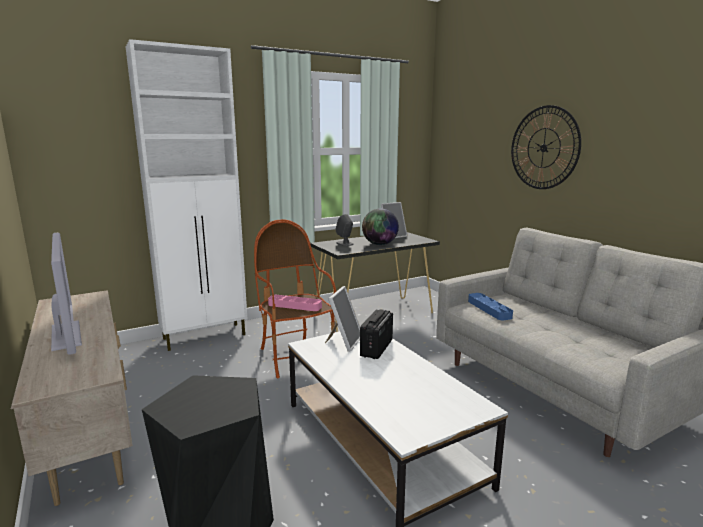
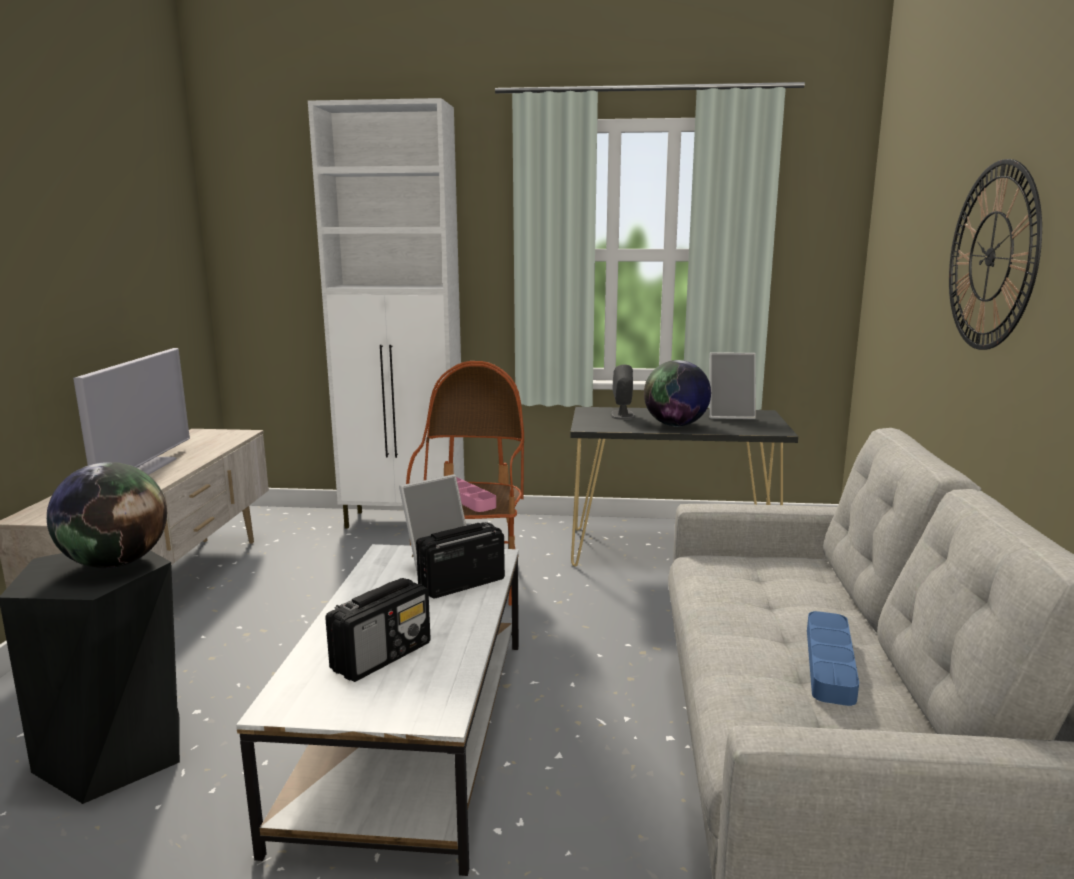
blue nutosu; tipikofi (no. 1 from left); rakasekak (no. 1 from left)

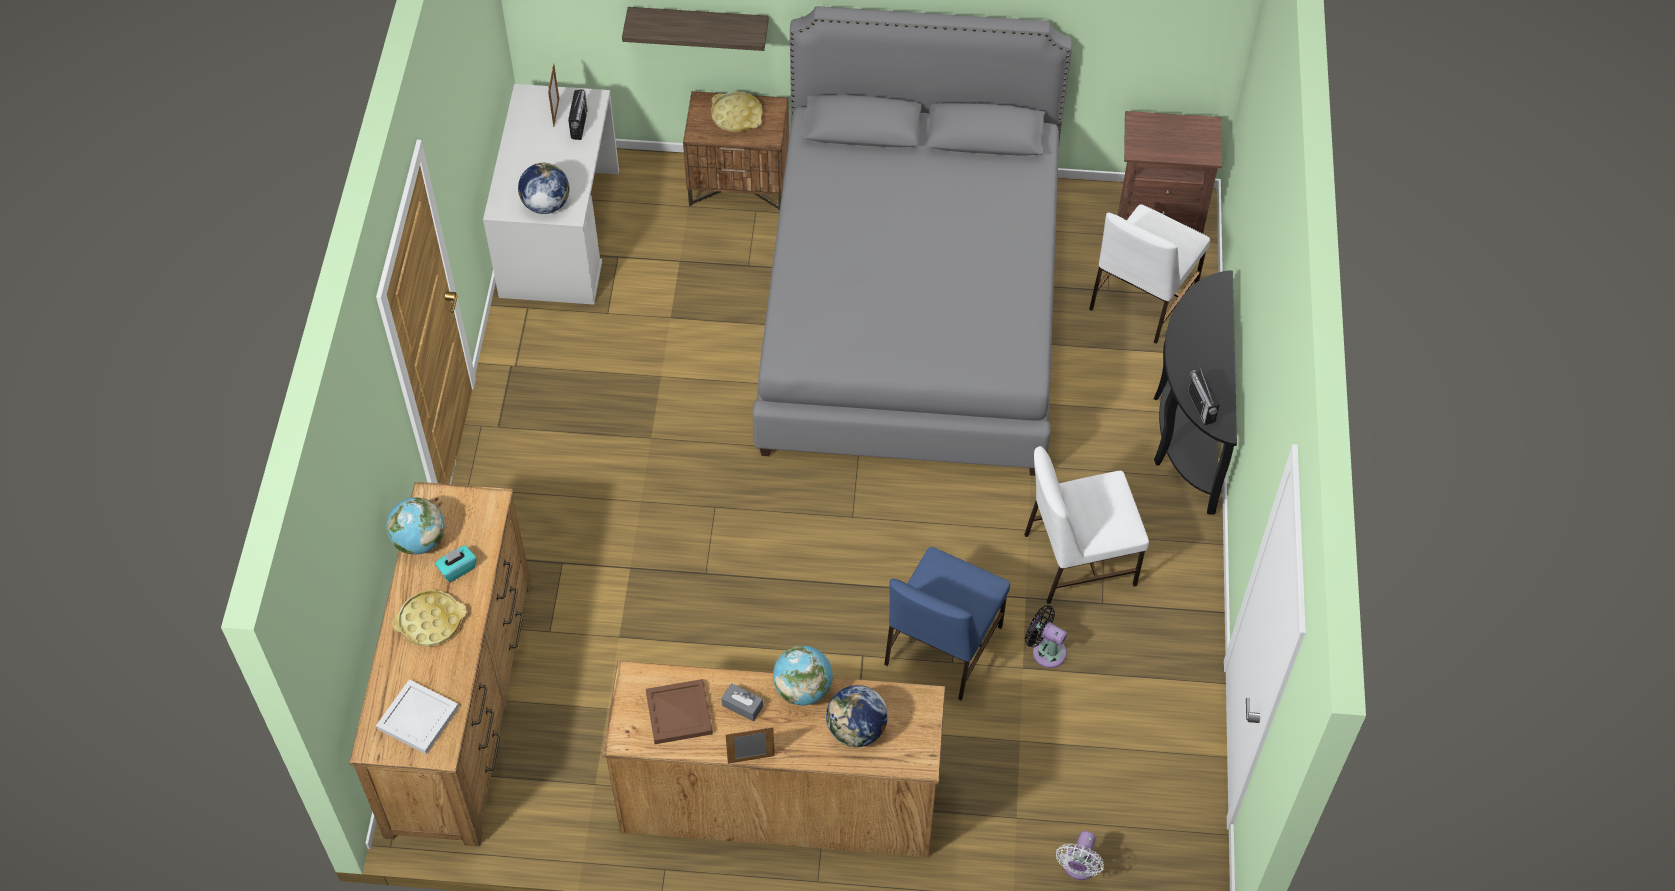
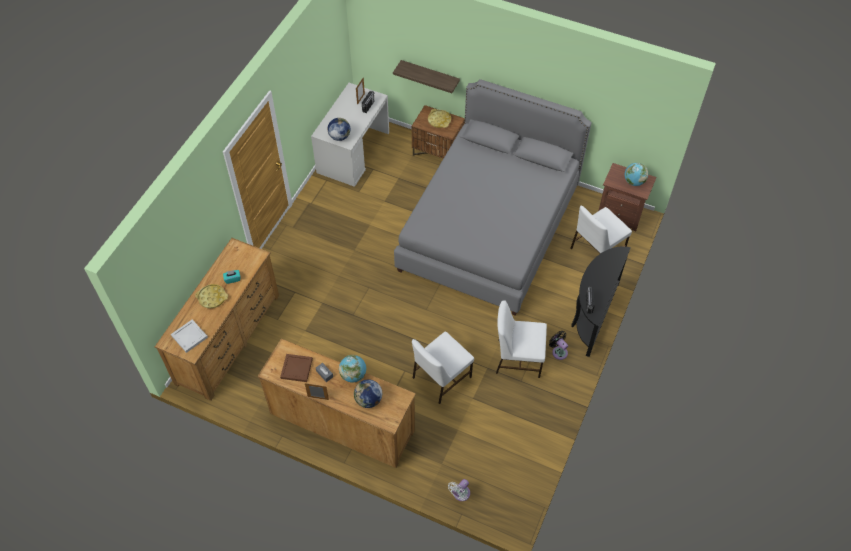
tipikofi (no. 4 from left); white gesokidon (no. 1 from left); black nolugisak

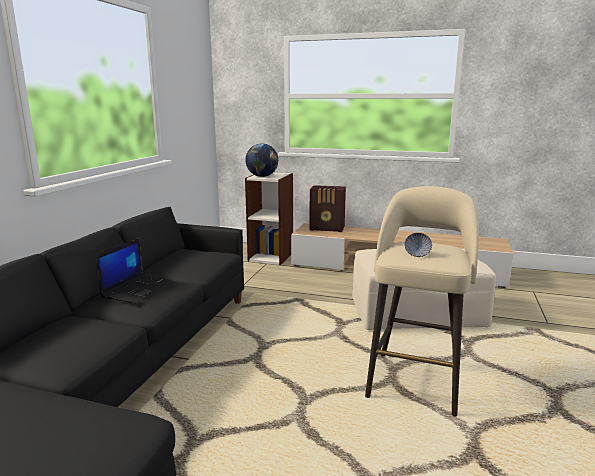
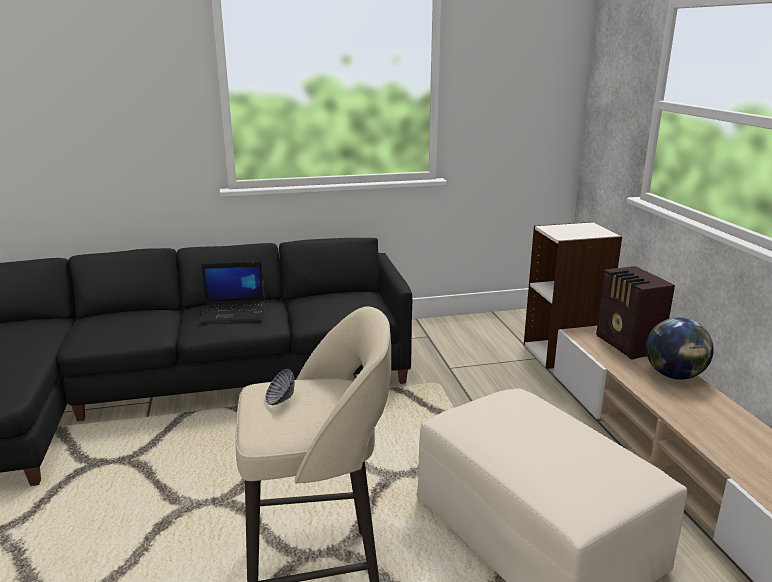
tipikofi

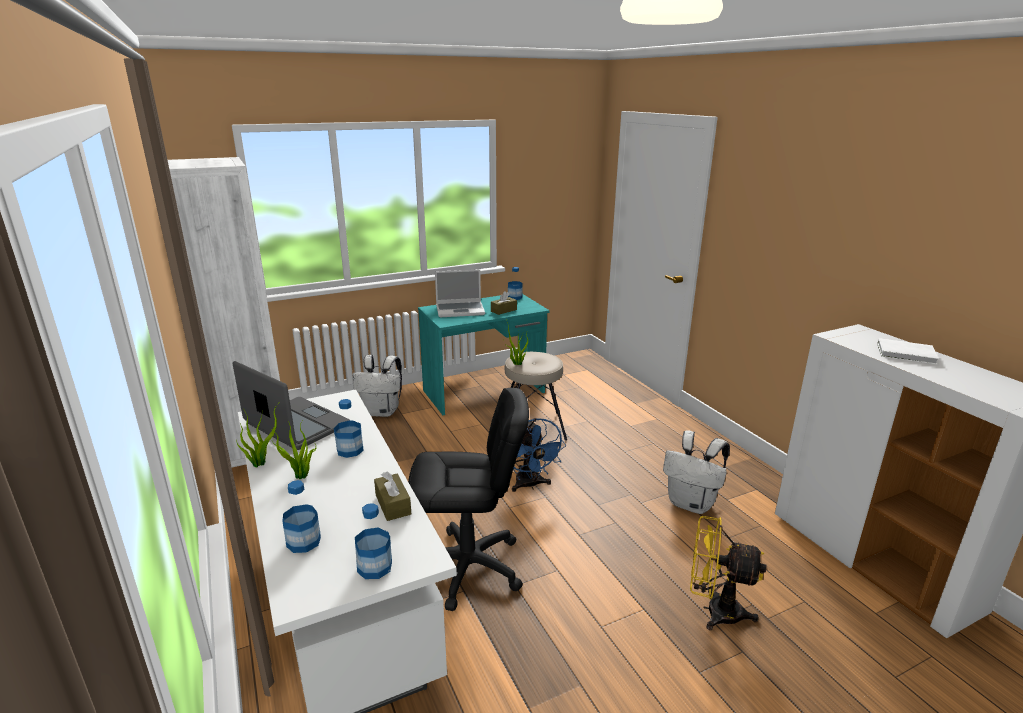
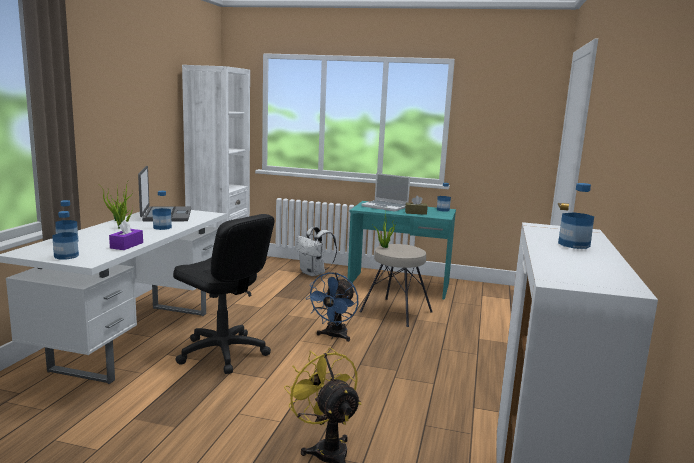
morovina (no. 5 from left); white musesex (no. 2 from left in the first image); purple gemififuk

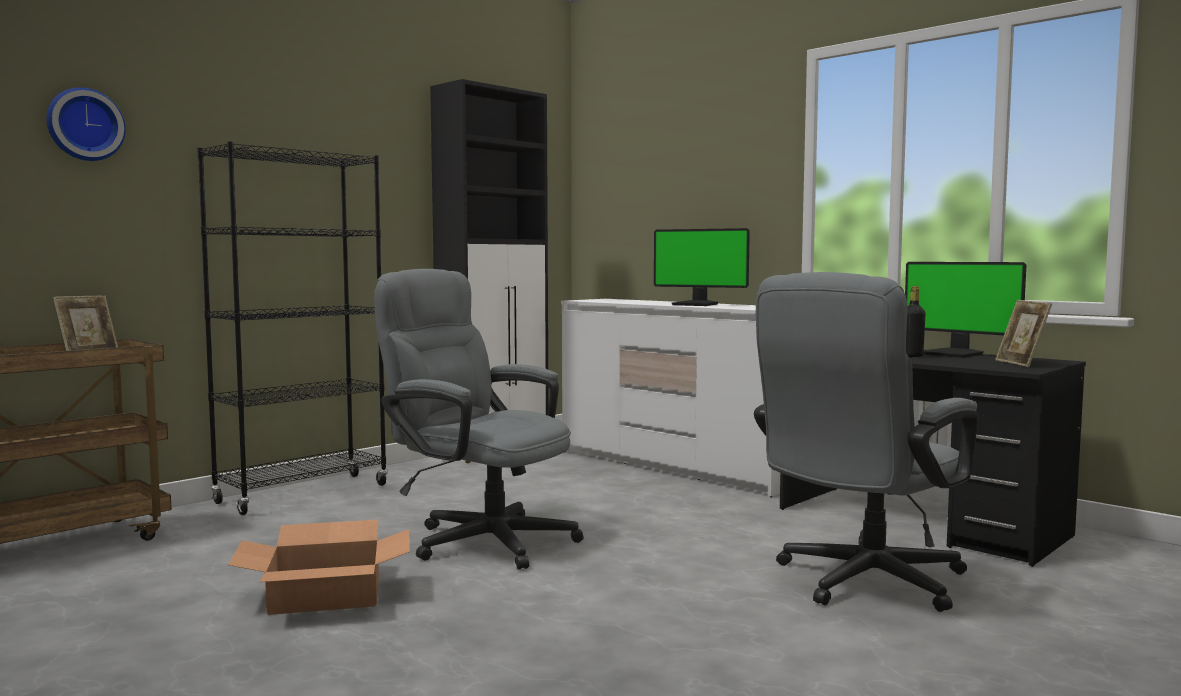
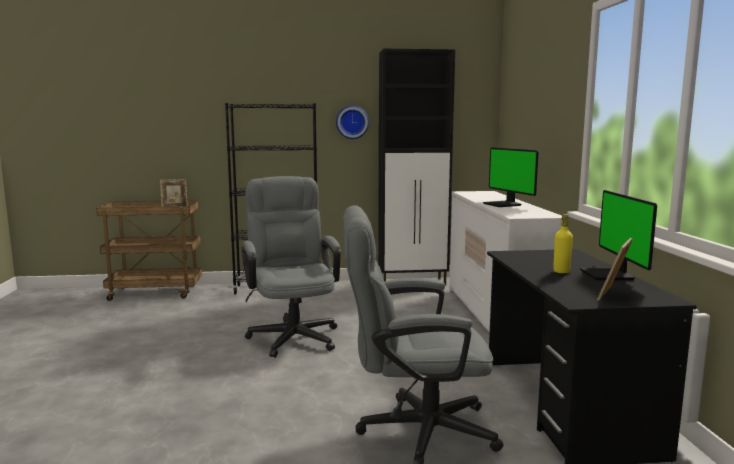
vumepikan; yellow morovina; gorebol

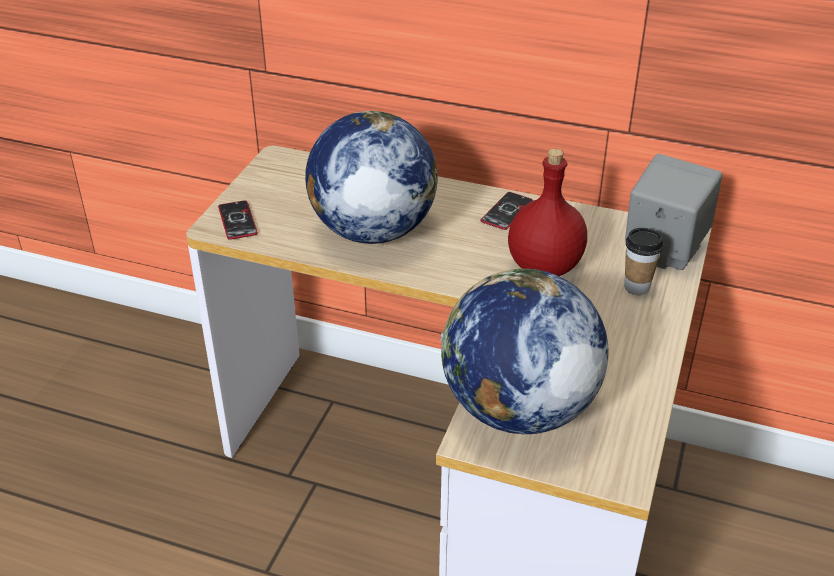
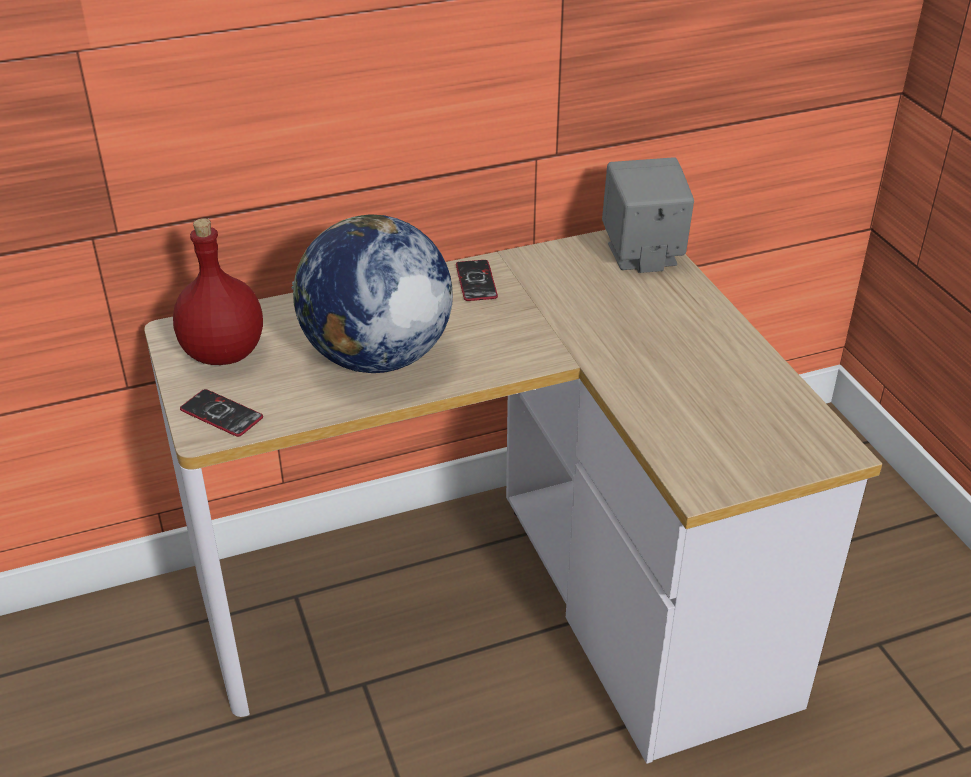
red morovina; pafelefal; tipikofi (no. 2 from left in the first image)

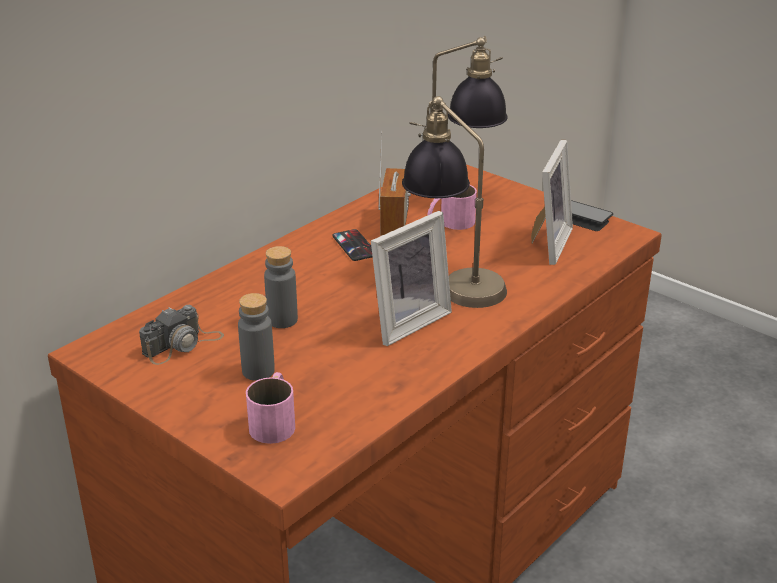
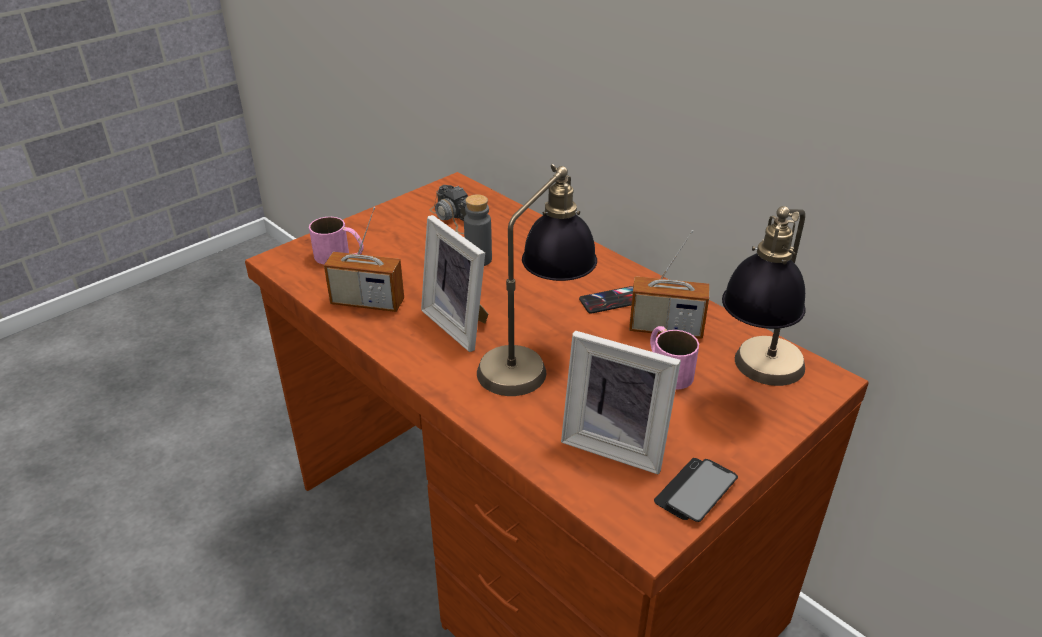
grey morovina (no. 1 from left in the first image); rakasekak (no. 1 from left)

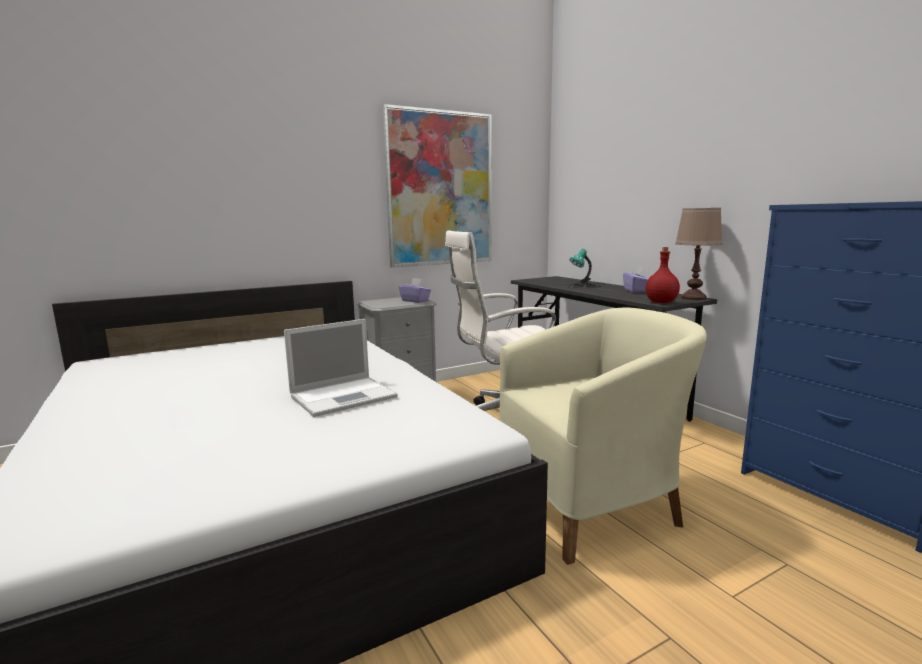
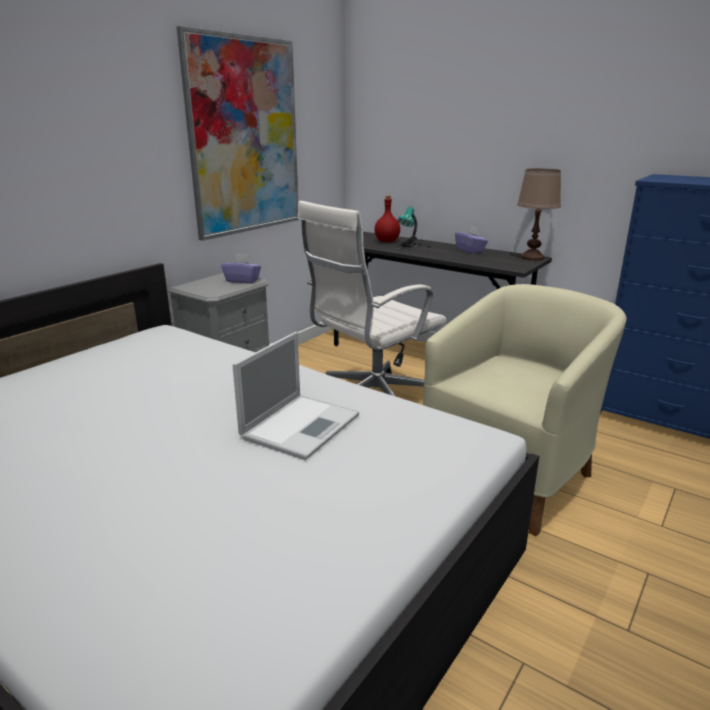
red morovina

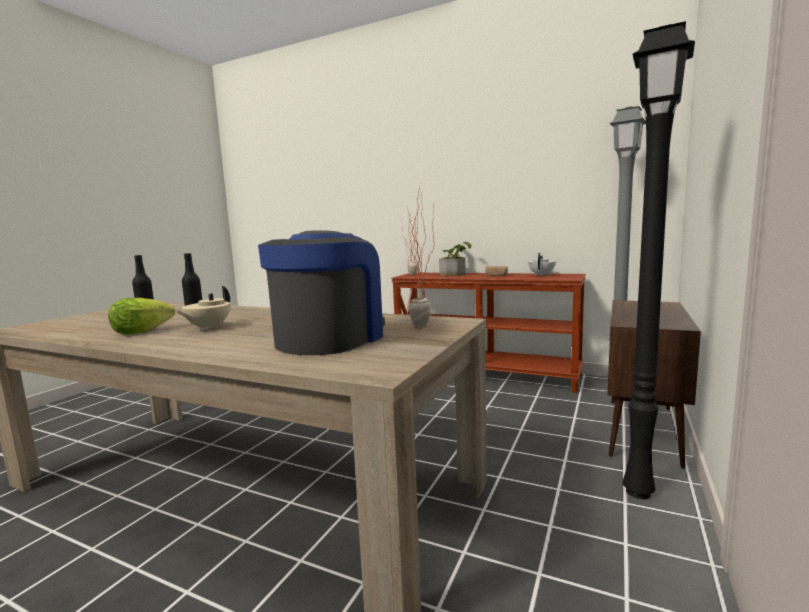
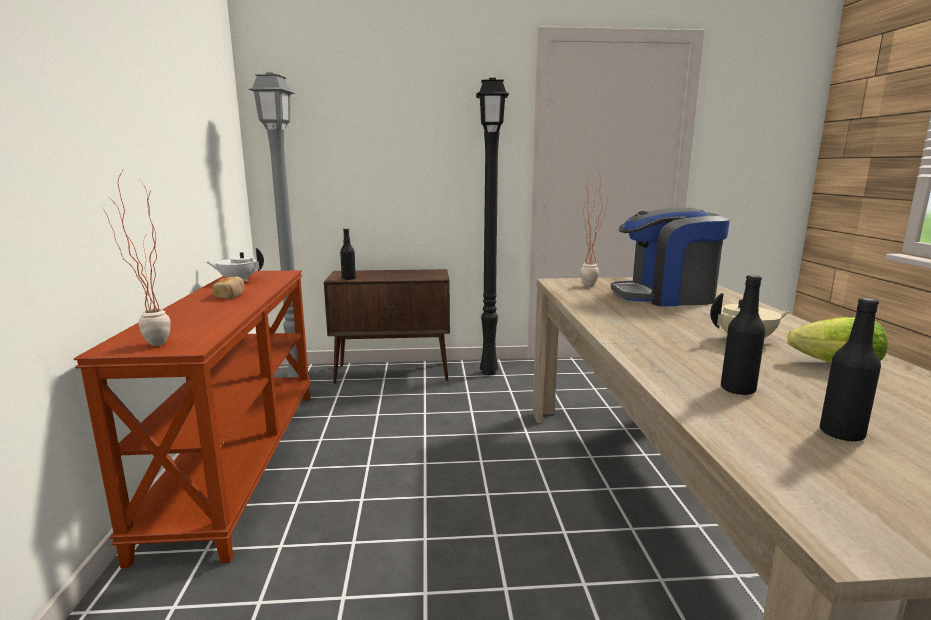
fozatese (no. 3 from left in the first image); black morovina (no. 1 from left)

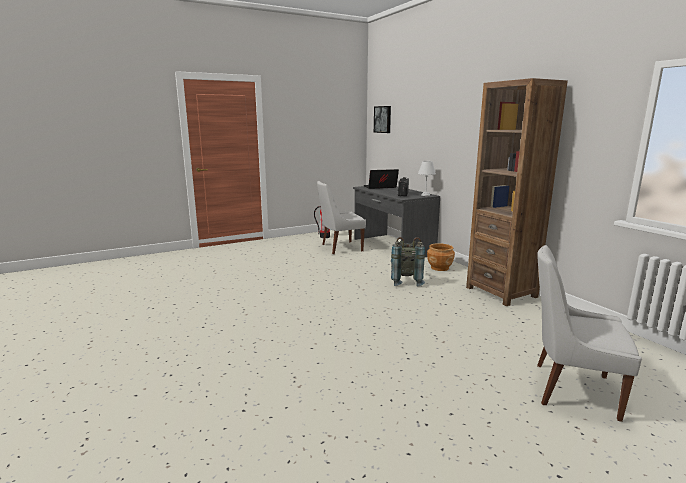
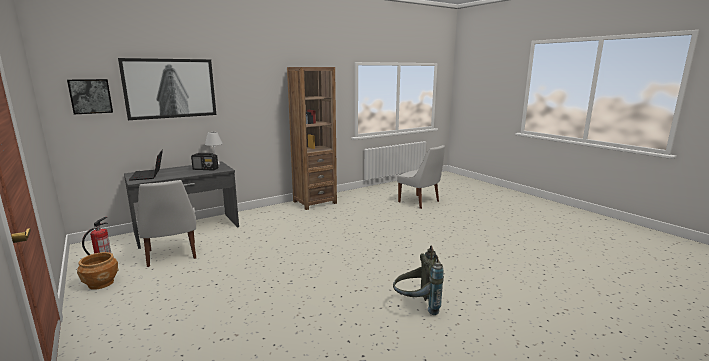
grey musesex; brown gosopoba; white gesokidon (no. 2 from left); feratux (no. 2 from left)

